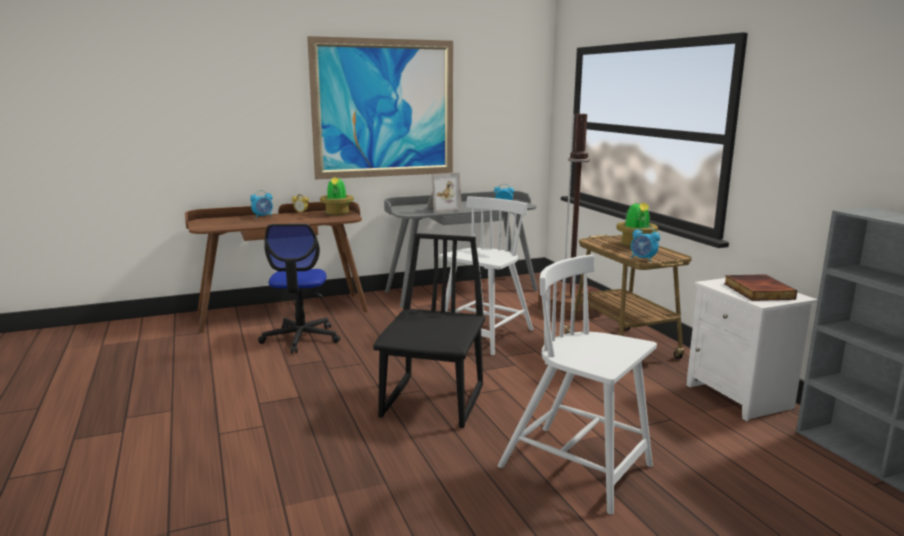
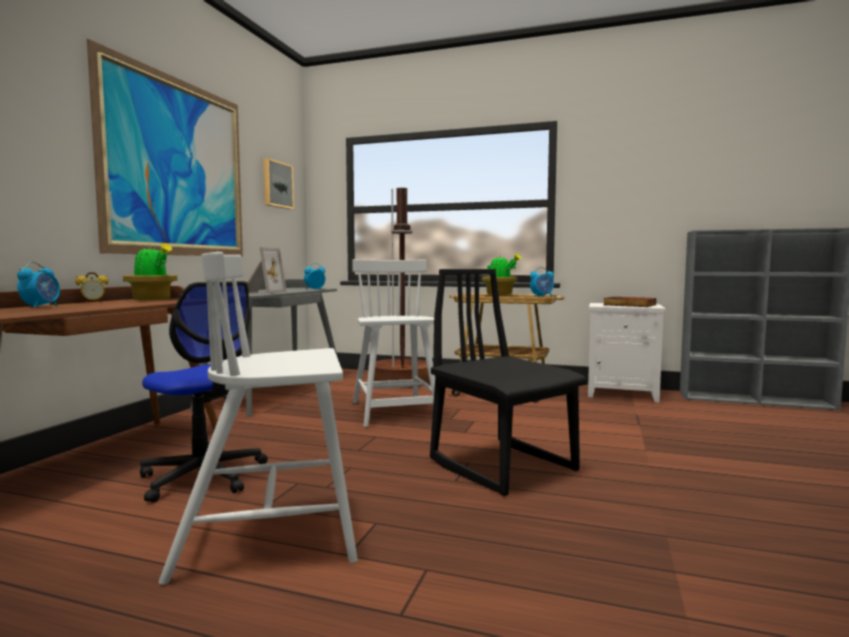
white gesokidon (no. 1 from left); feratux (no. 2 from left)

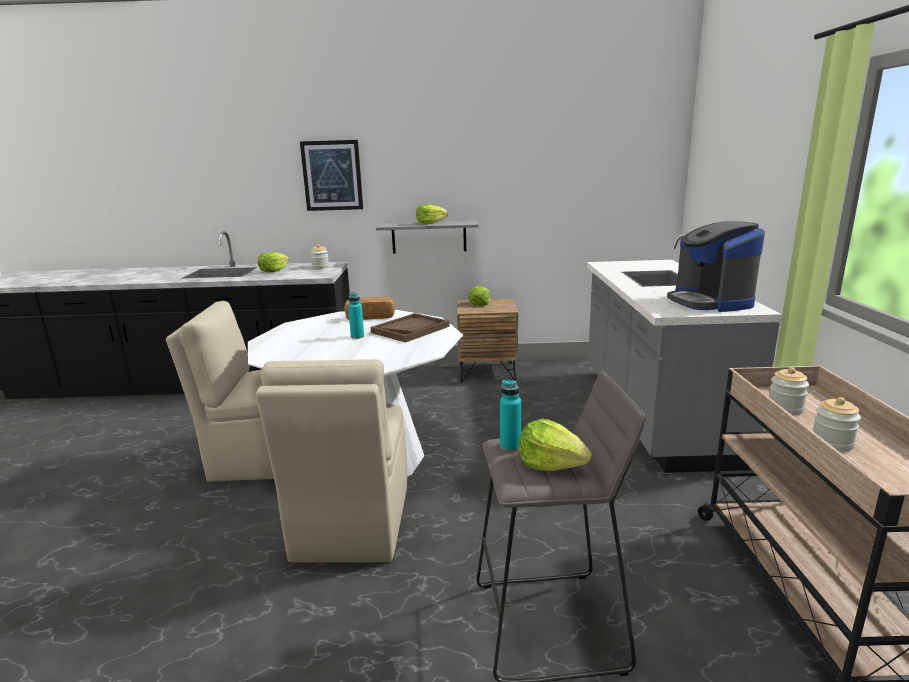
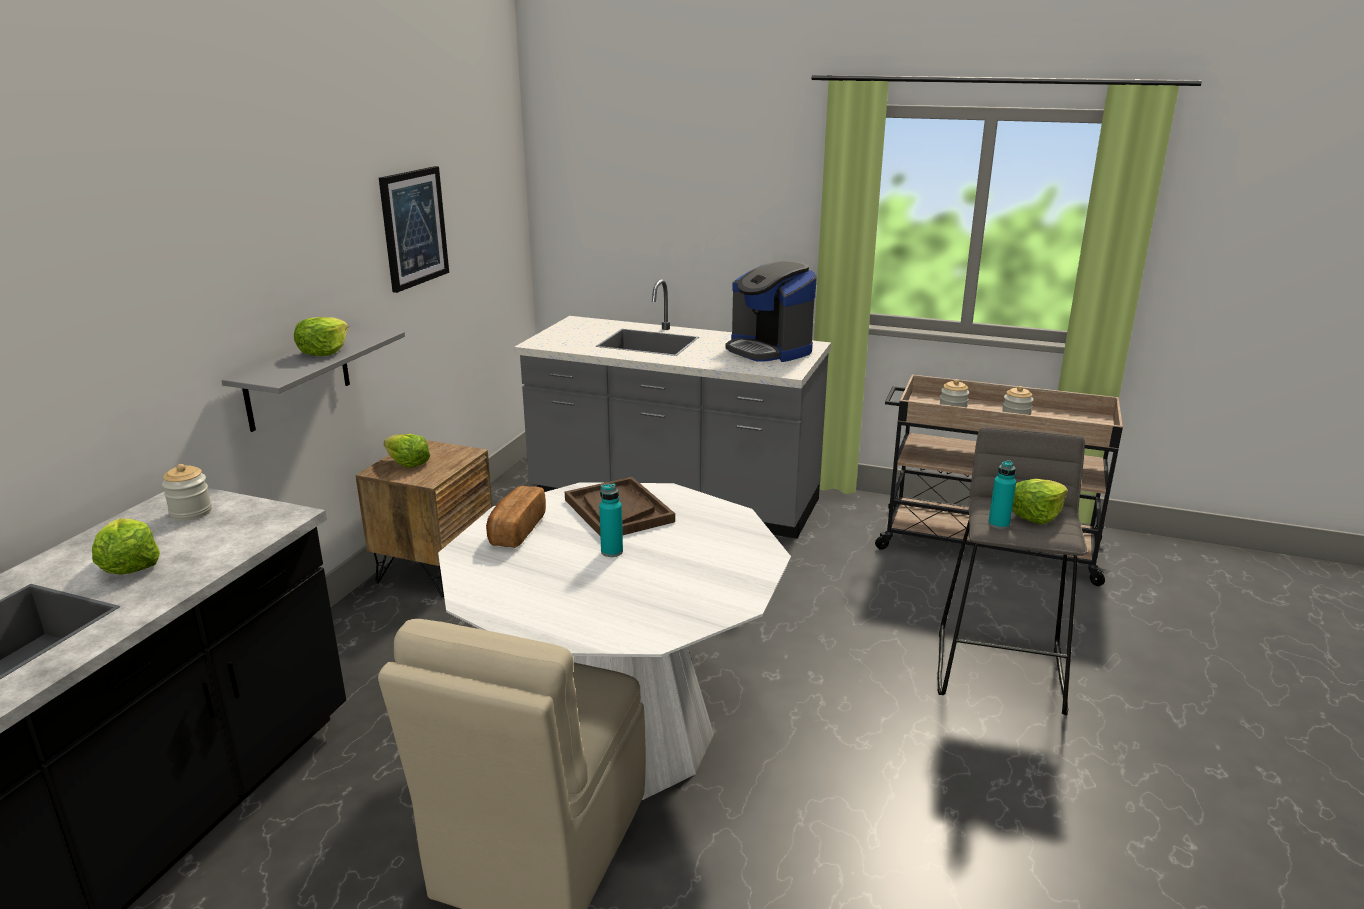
feratux; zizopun; beige gesokidon (no. 2 from left in the first image)

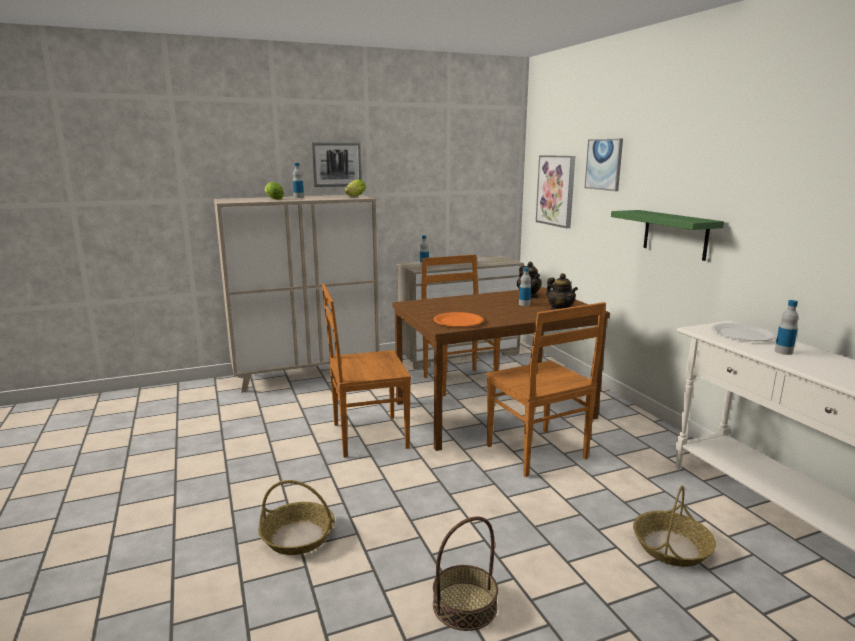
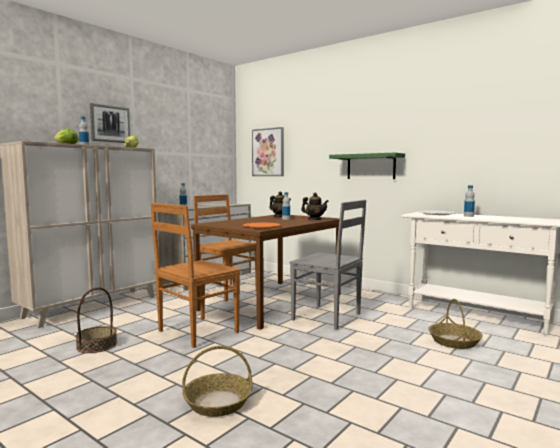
feratux (no. 3 from left in the first image); grey gesokidon; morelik (no. 1 from left)

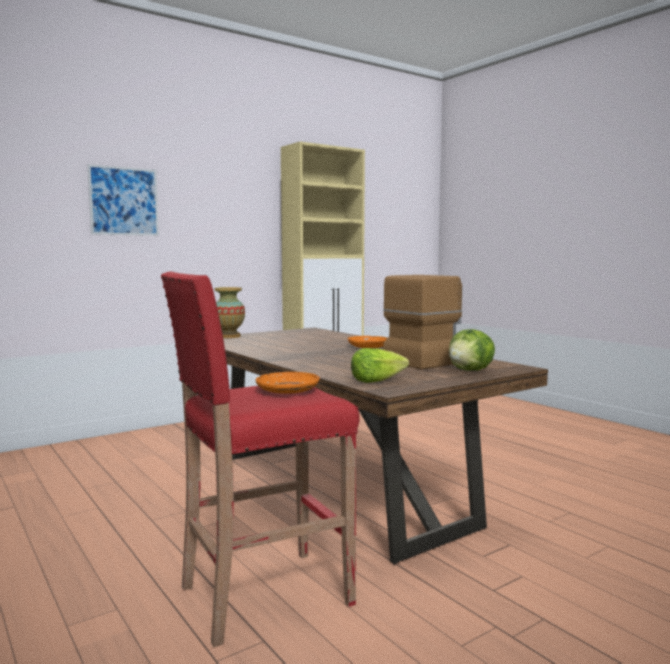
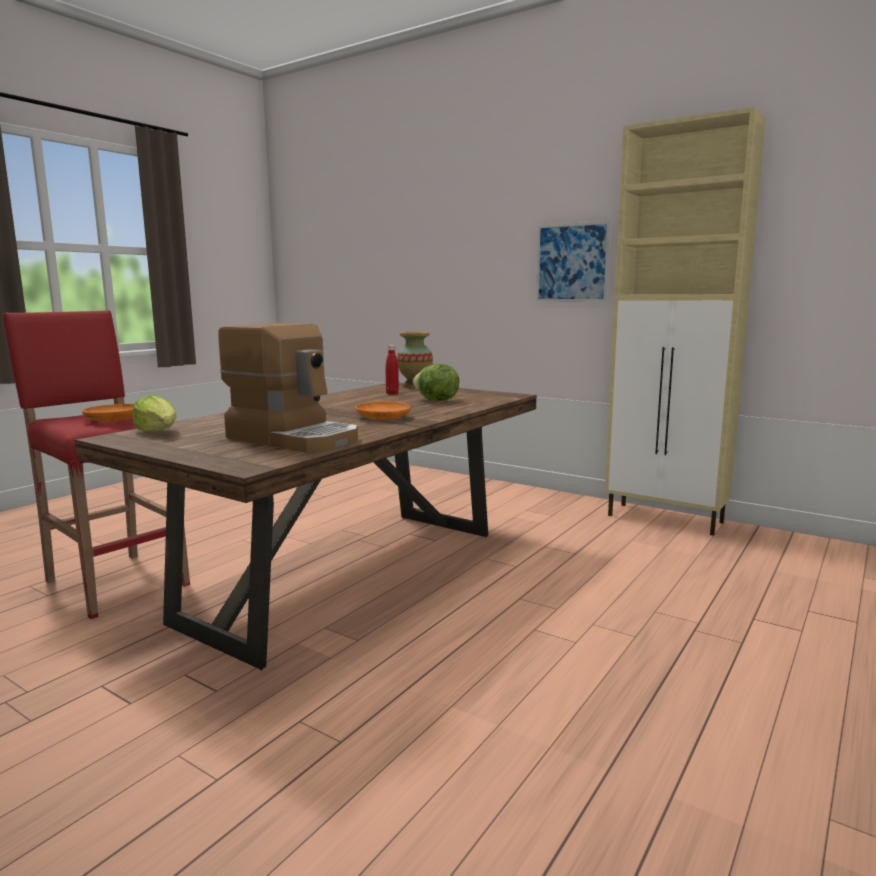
feratux; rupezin (no. 2 from left); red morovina

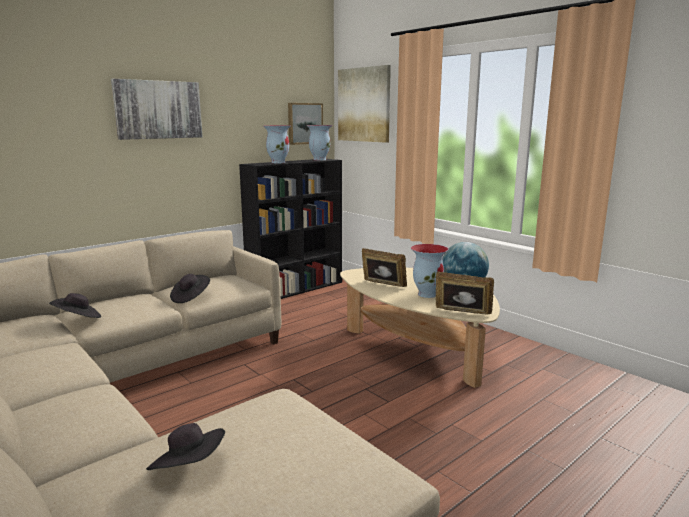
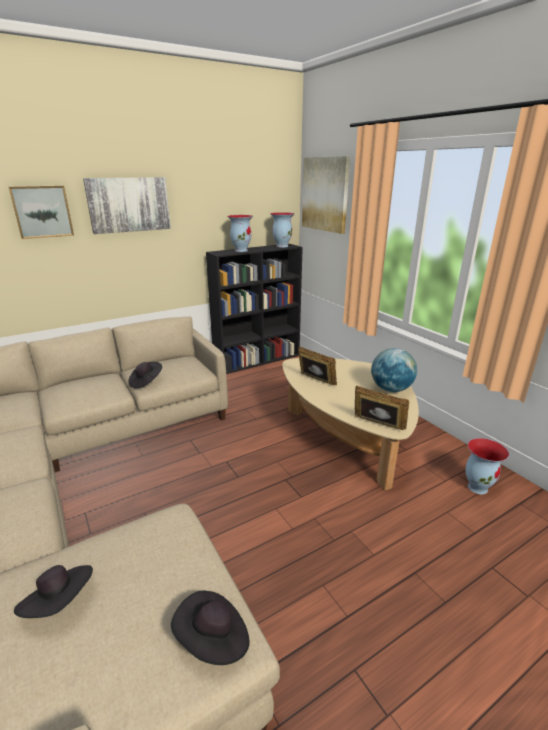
feratux (no. 1 from left); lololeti (no. 3 from left); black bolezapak (no. 3 from left)

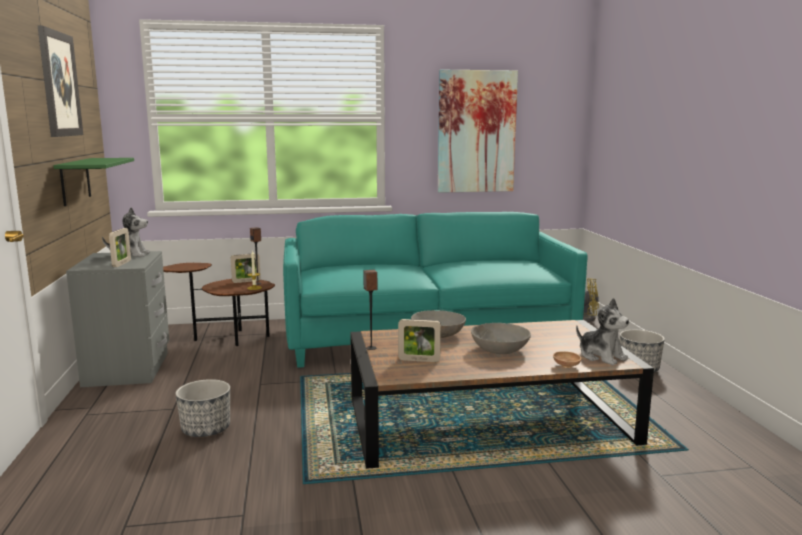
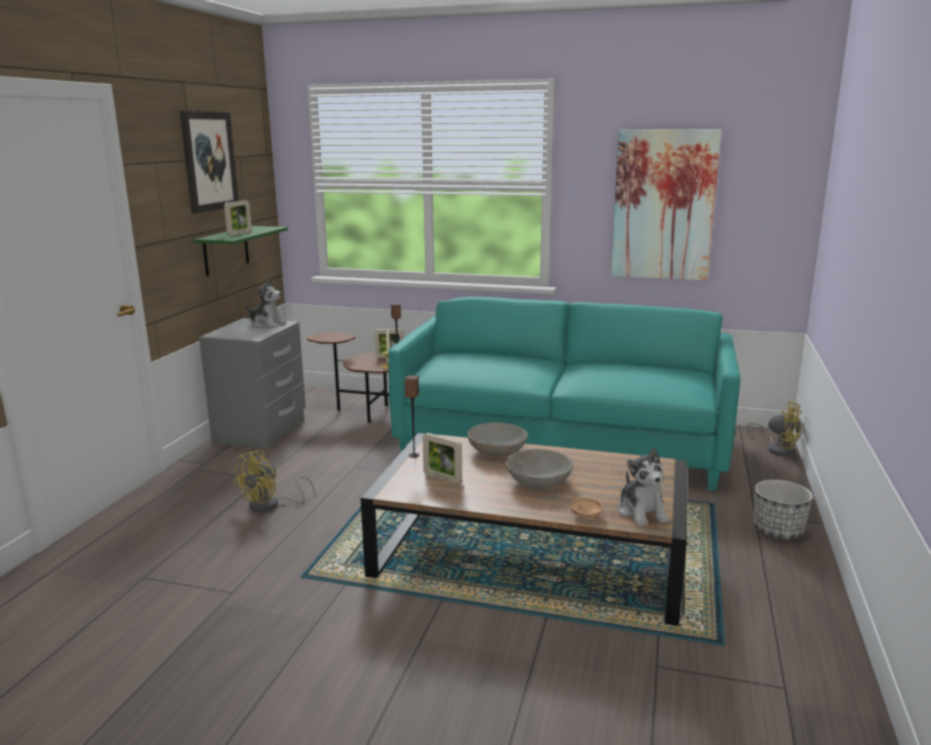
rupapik (no. 1 from left); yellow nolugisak (no. 1 from left)

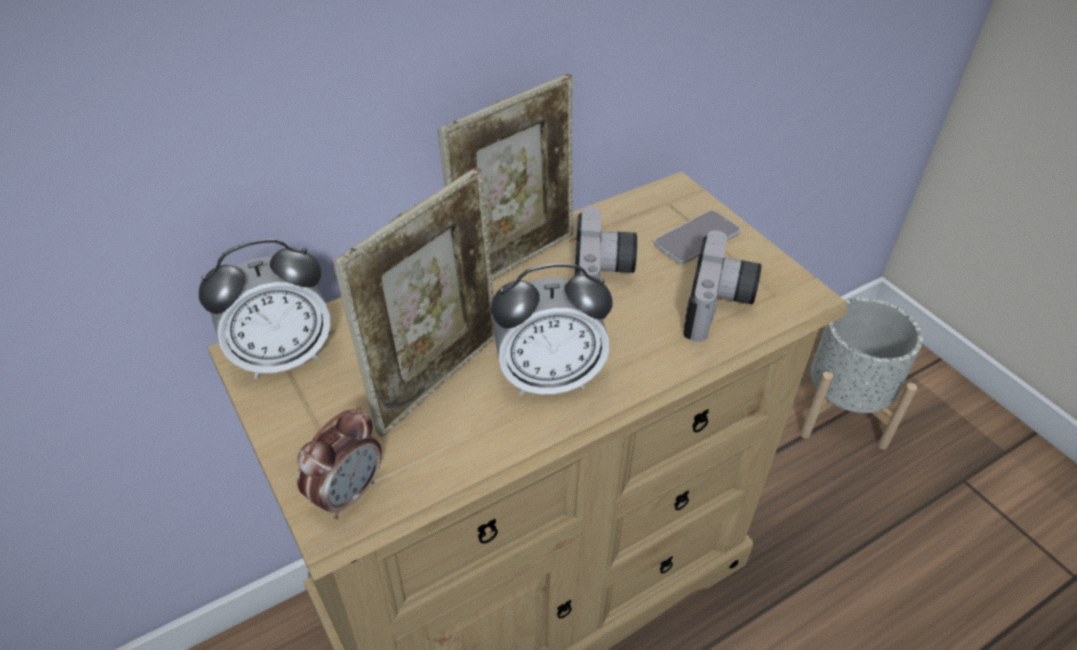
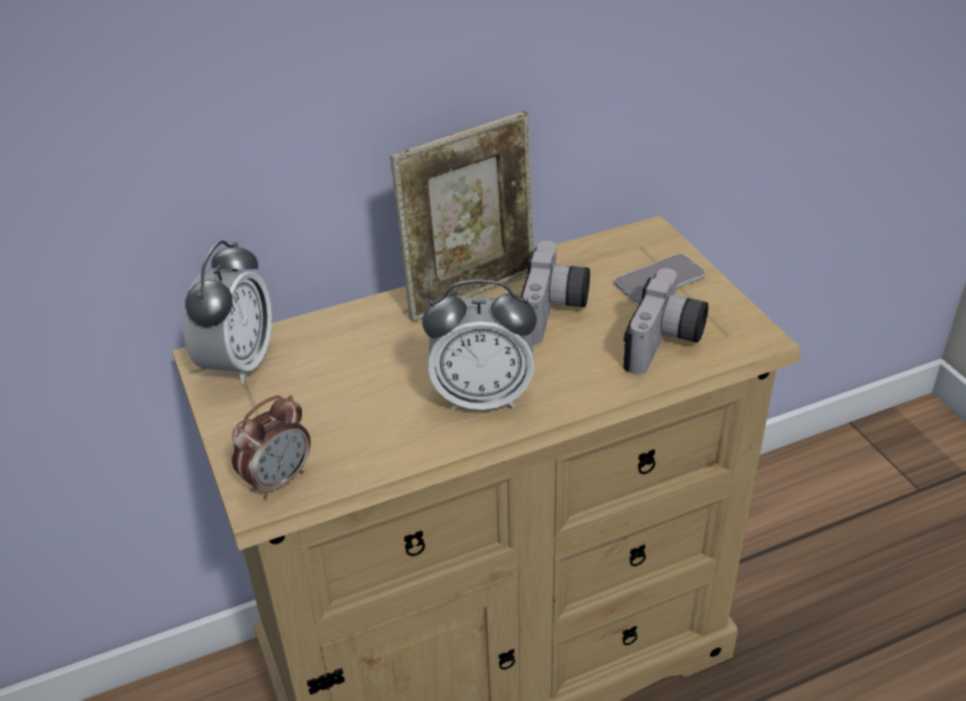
rupapik (no. 1 from left in the first image); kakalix (no. 1 from left); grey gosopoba

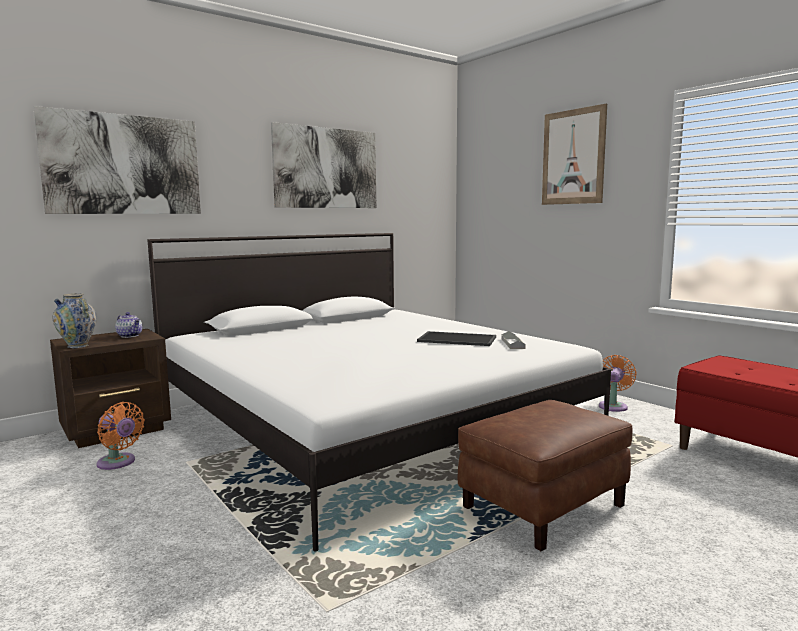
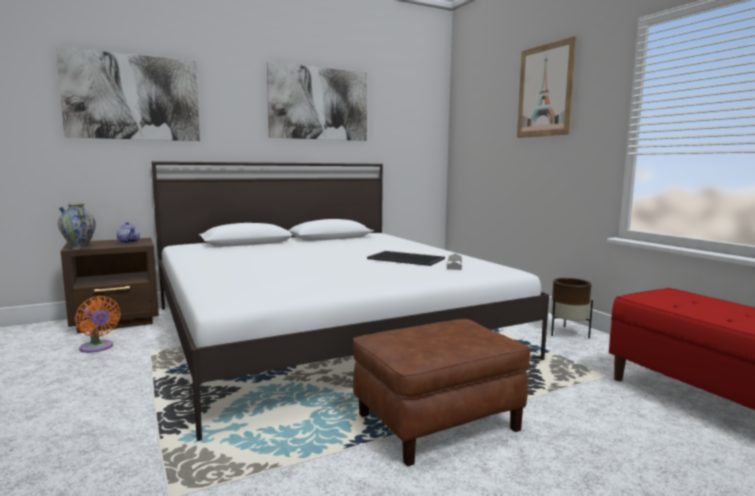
brown gosopoba

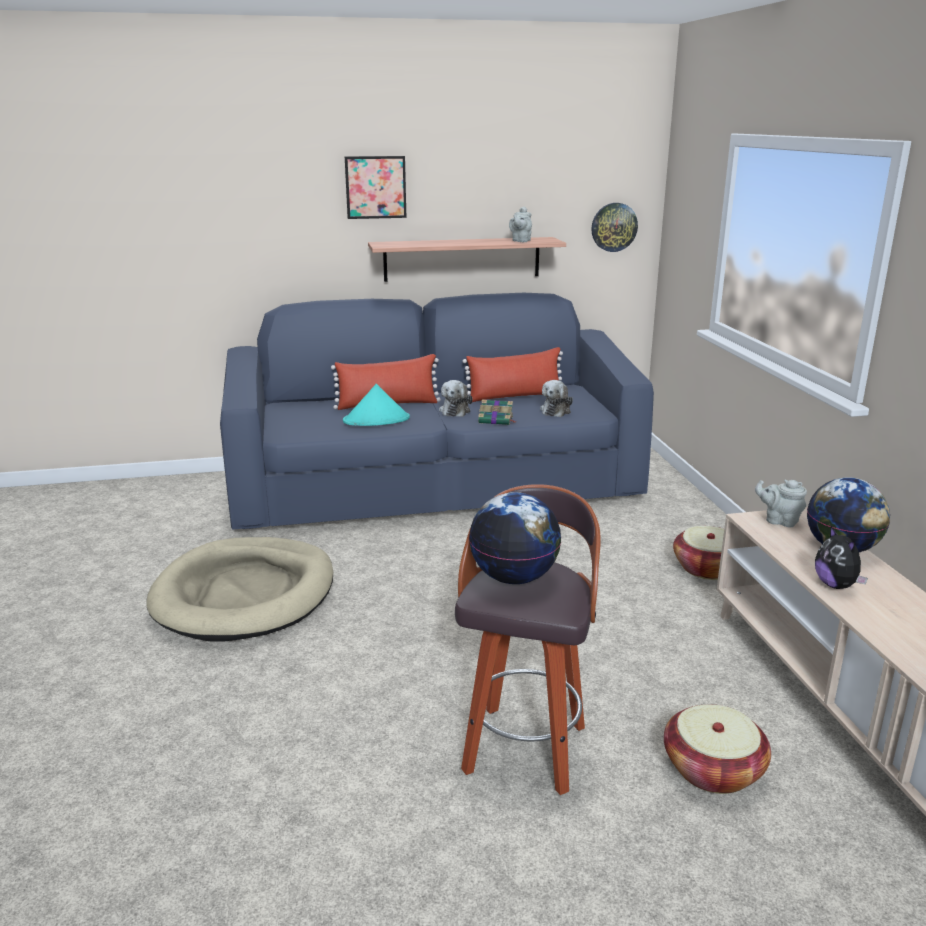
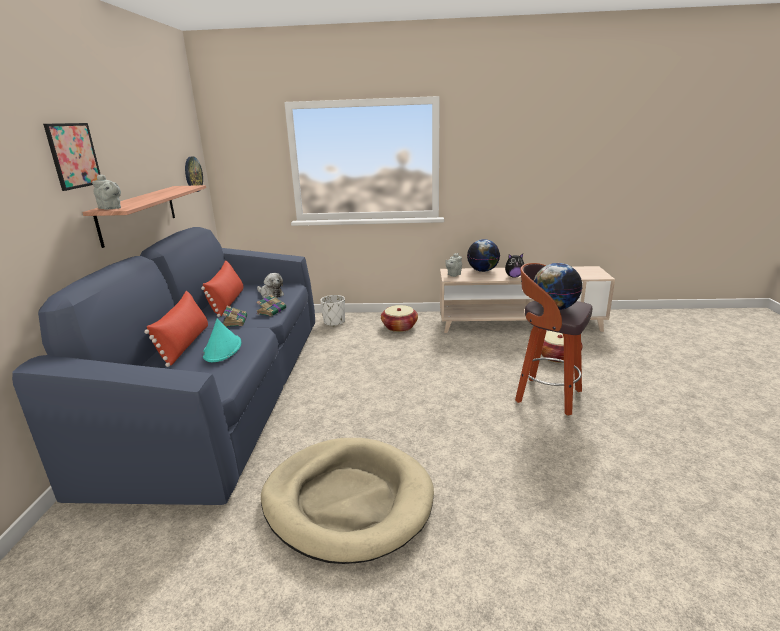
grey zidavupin (no. 1 from left); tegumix (no. 1 from left); white gosopoba

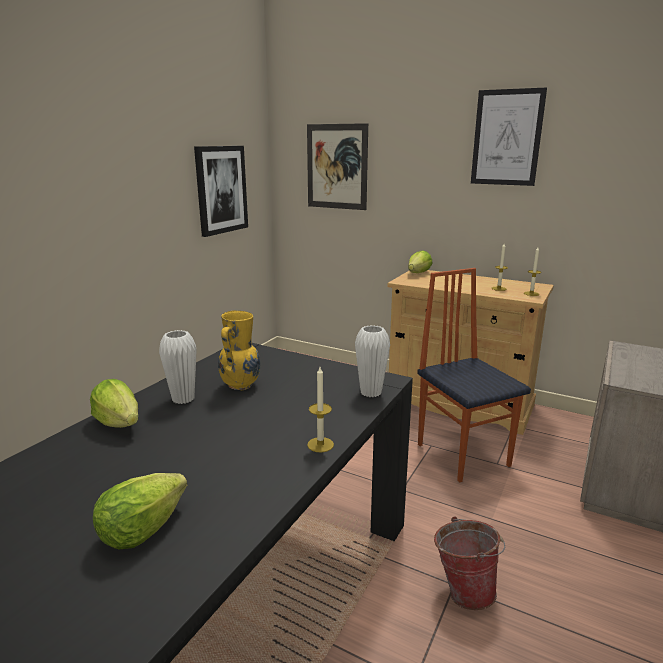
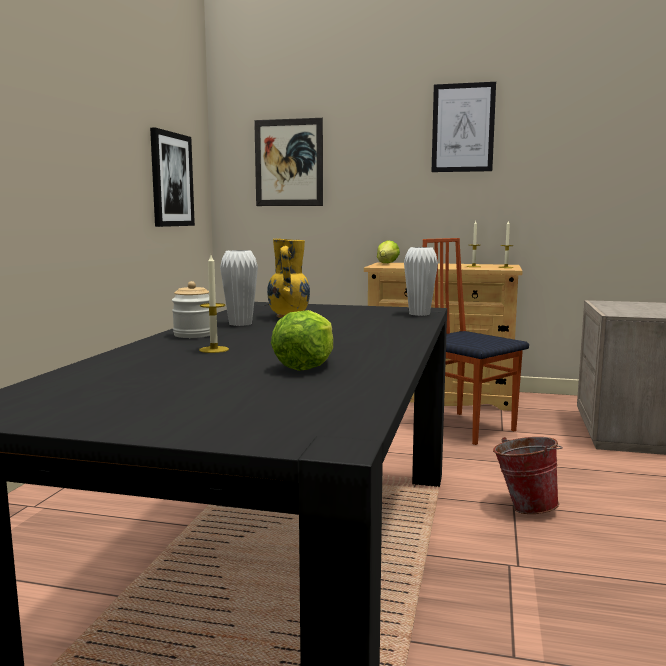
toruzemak (no. 1 from left); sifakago

